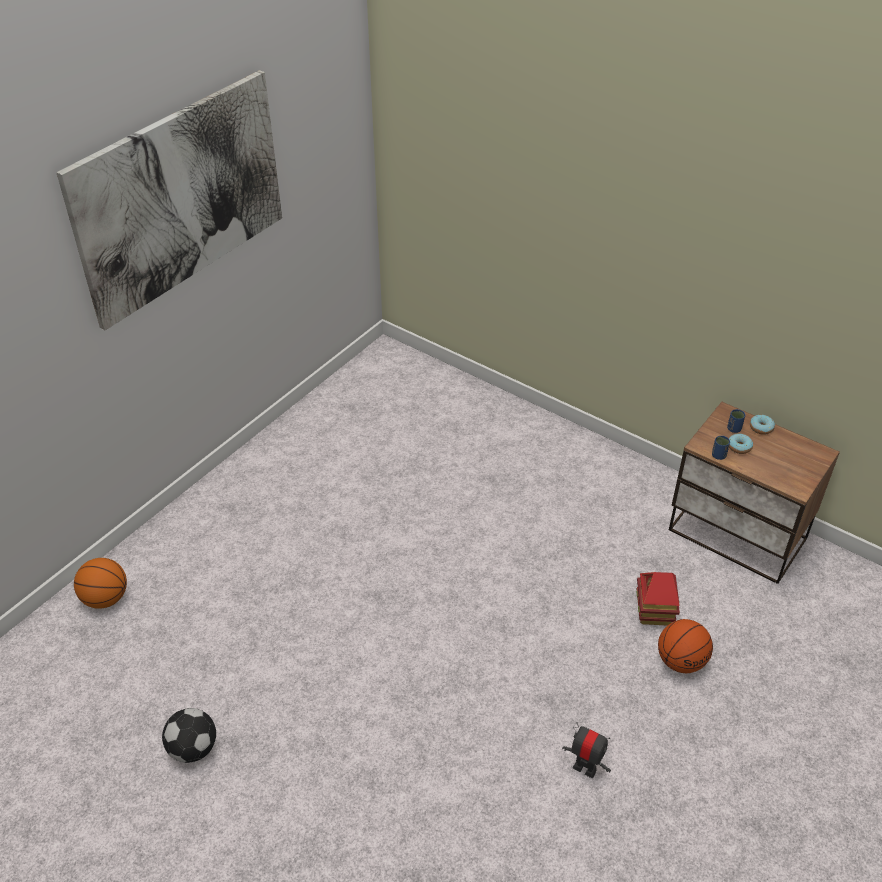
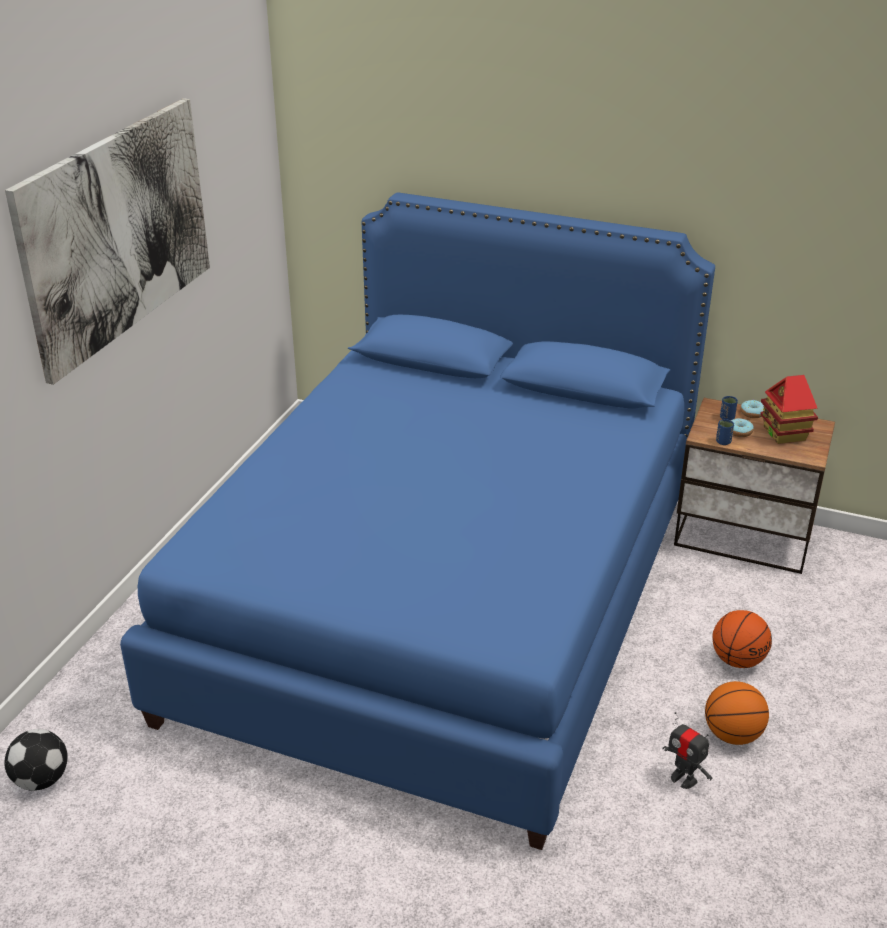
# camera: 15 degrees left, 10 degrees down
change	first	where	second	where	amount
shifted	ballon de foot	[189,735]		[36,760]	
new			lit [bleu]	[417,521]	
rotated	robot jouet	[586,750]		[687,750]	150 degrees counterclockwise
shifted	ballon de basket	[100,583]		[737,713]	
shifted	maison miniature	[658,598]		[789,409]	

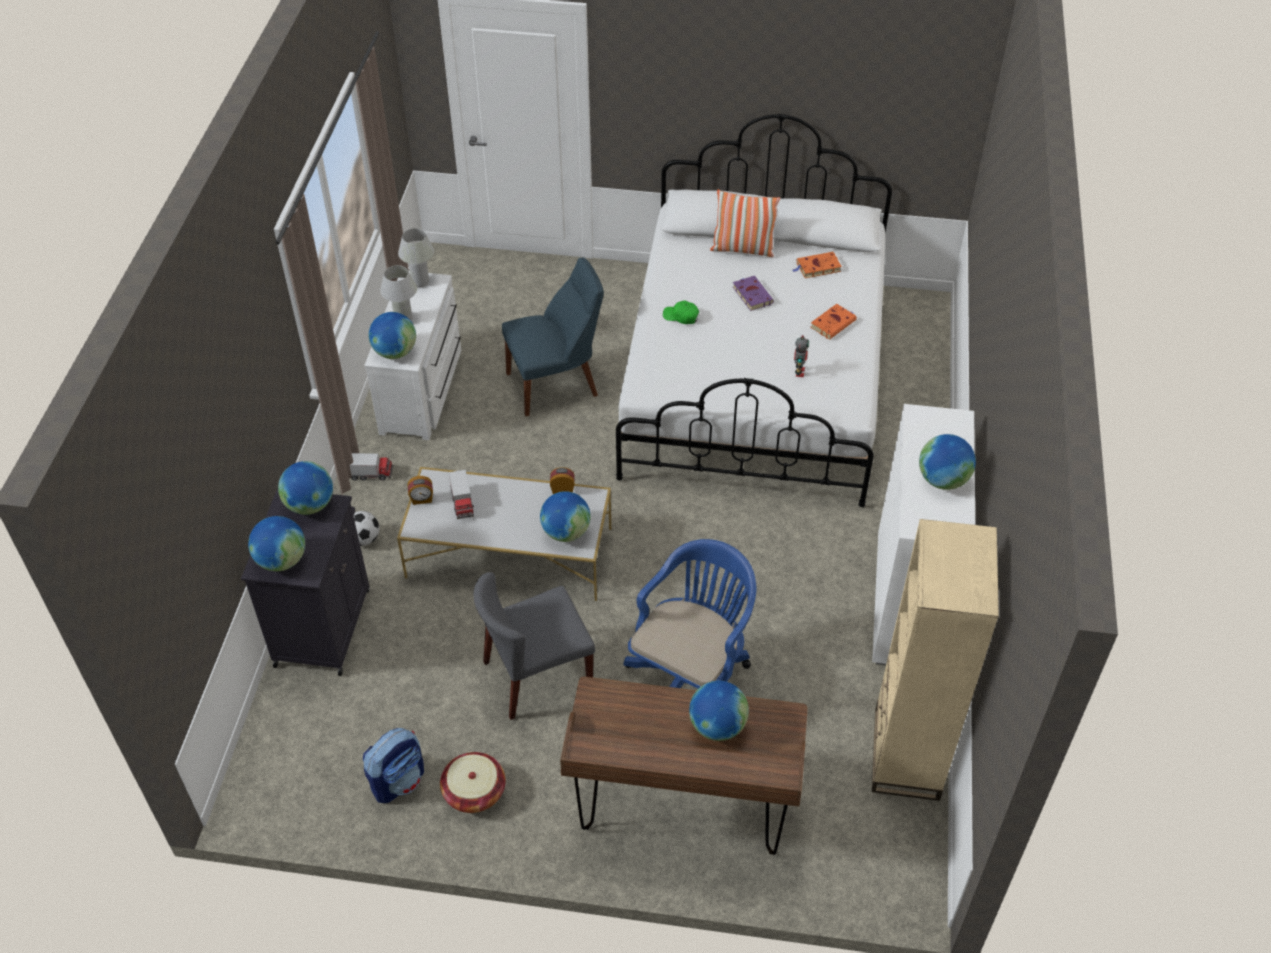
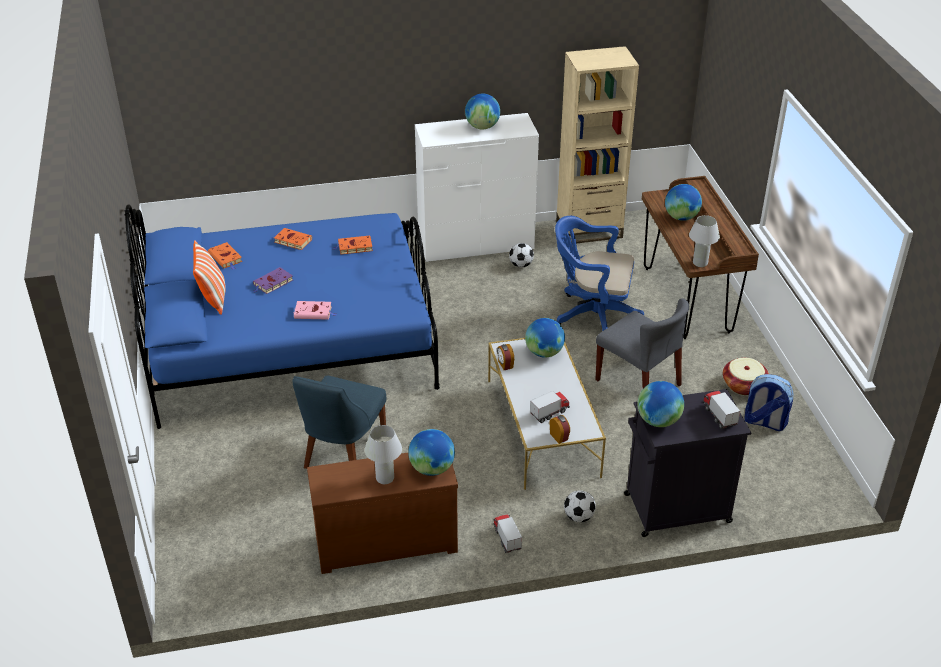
# camera: 110 degrees left, 10 degrees down
change	first	where	second	where	amount
repainted	lit [blanc]	[754,310]	lit [bleu]	[282,317]	
rotated	chaise [bleu]	[553,337]		[339,422]	120 degrees counterclockwise
swapped	casquette [vert]	[681,312]	livre [rose]	[315,310]	
repainted	commode [blanc]	[413,355]	commode [marron]	[382,513]	
swapped	robot jouet	[801,356]	livre [orange]	[353,245]	
new			ballon de foot	[521,255]	
shifted	lampe de table [blanc]	[416,257]		[704,241]	
swapped	globe	[276,543]	camion jouet	[721,410]	

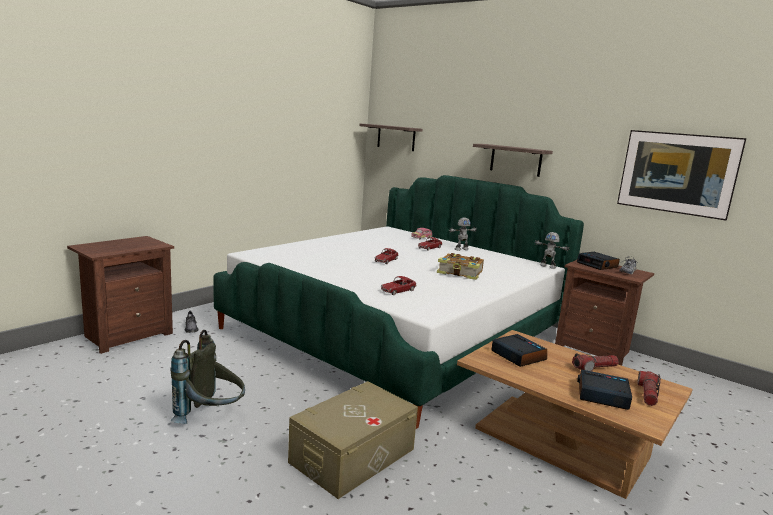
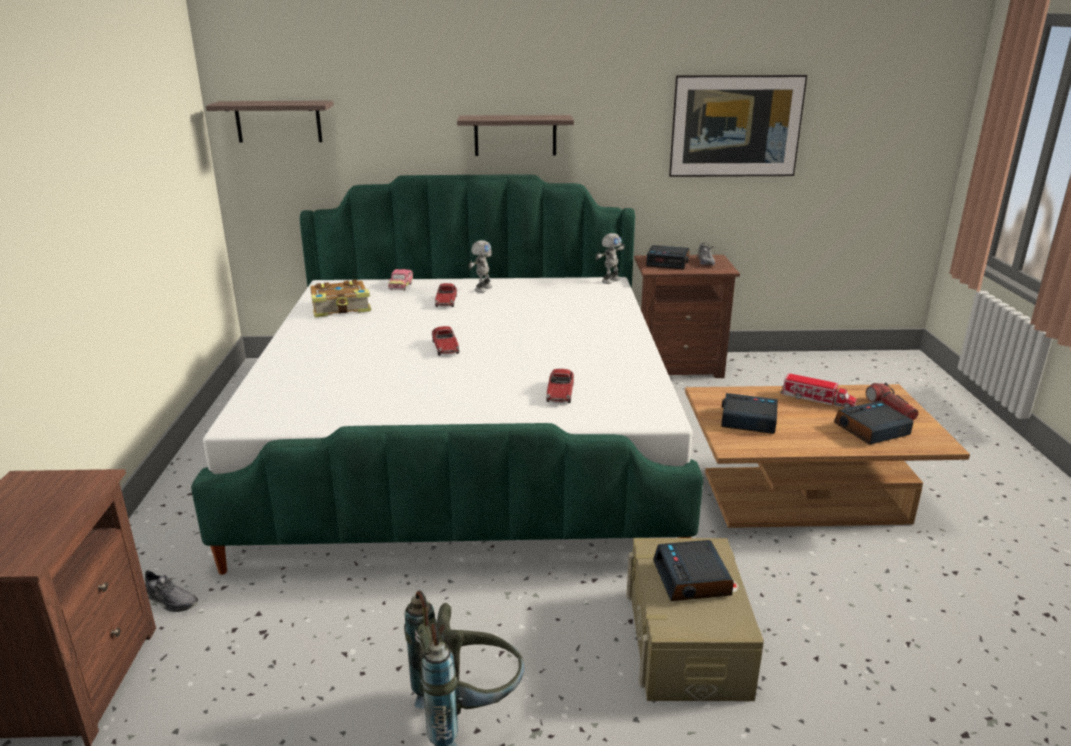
# camera: 40 degrees left, 10 degrees up
change	first	where	second	where	amount
shifted	livre	[460,266]		[340,299]	
rotated	robot jouet	[552,250]		[610,258]	45 degrees counterclockwise
new			réveil	[693,570]	
swapped	lampe de poche	[595,362]	camion jouet	[818,391]	

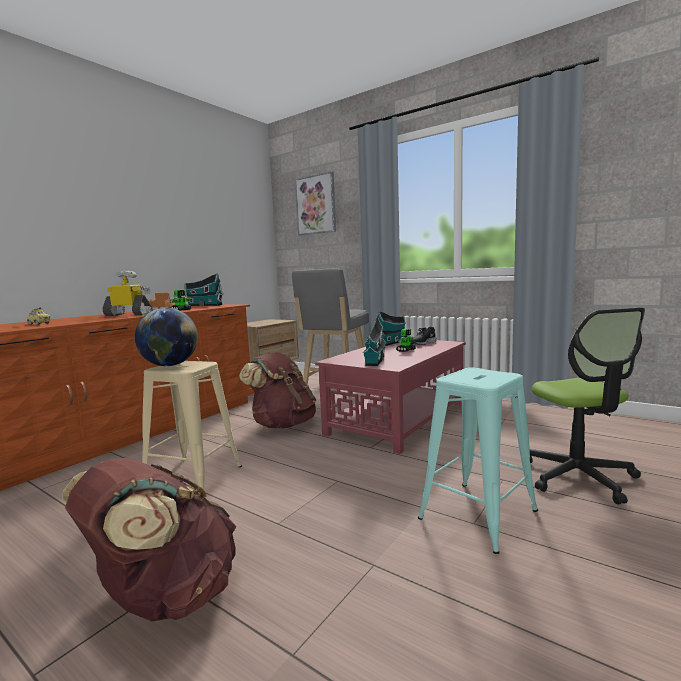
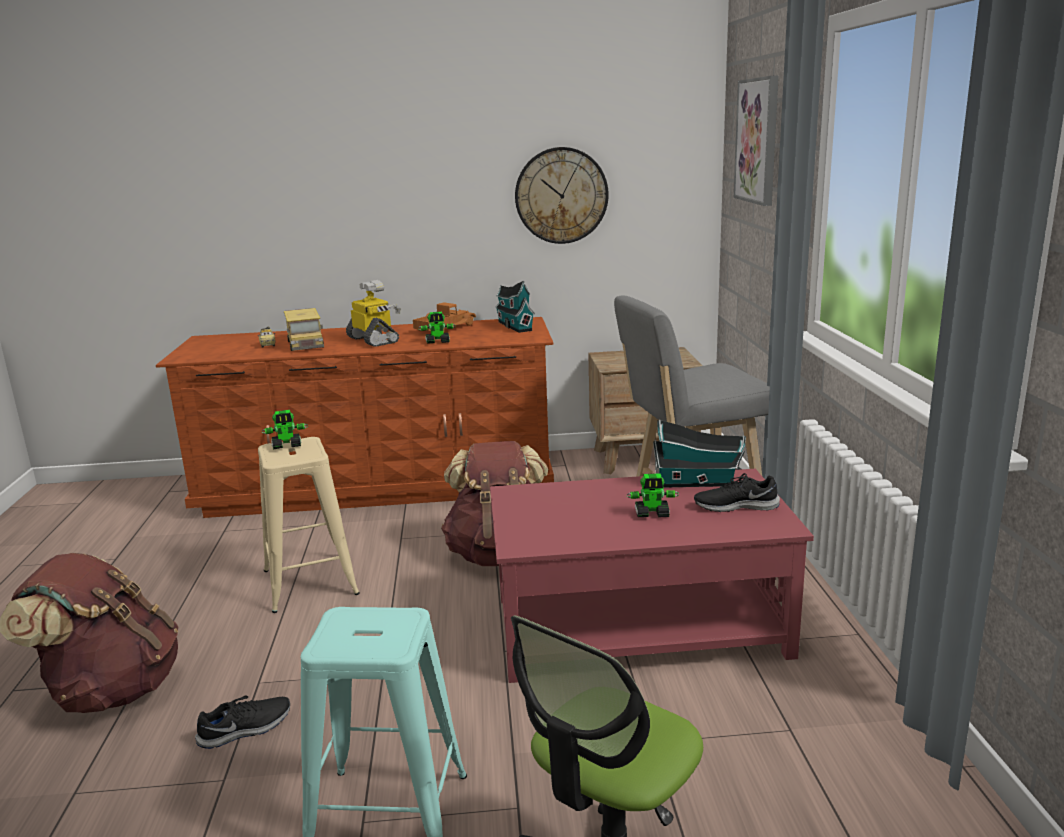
# camera: 50 degrees right, 10 degrees up
change	first	where	second	where	amount
new			chaussure [noir]	[242,722]	
swapped	globe	[166,337]	robot jouet	[285,429]	
new			camion jouet	[304,329]	
new			horloge murale	[562,195]	
gone	maison miniature	[374,341]			

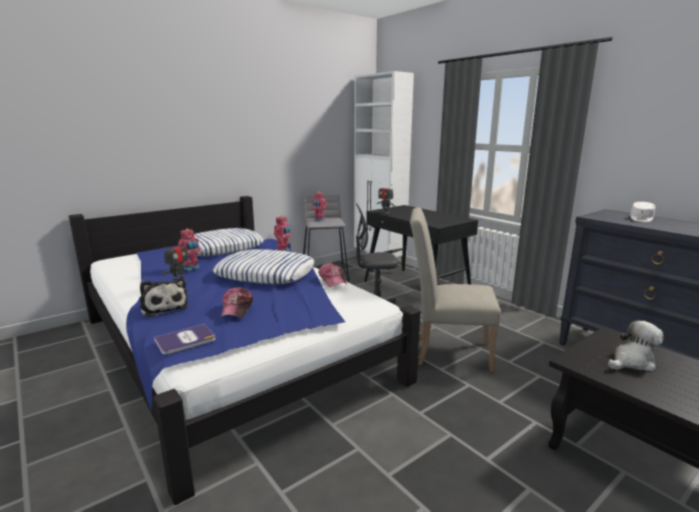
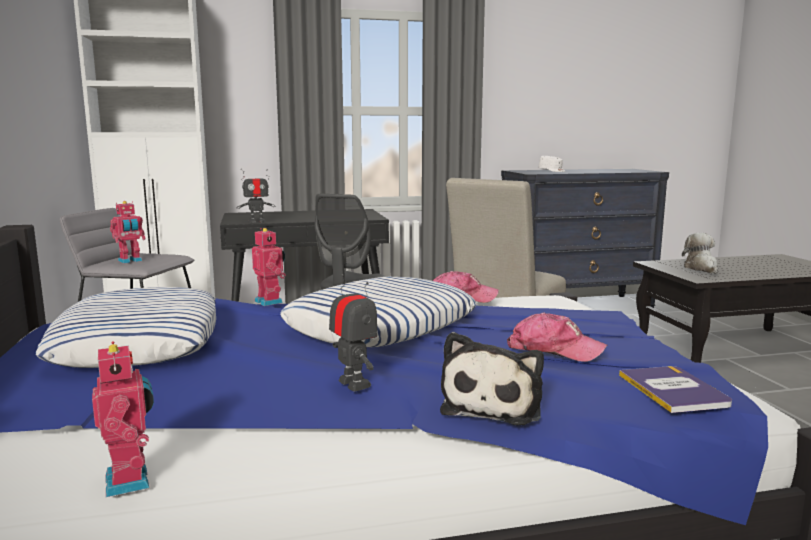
# camera: 65 degrees left, 5 degrees down
change	first	where	second	where	amount
shifted	robot jouet	[190,249]		[123,419]	
rotated	peluche	[164,298]		[492,378]	120 degrees clockwise

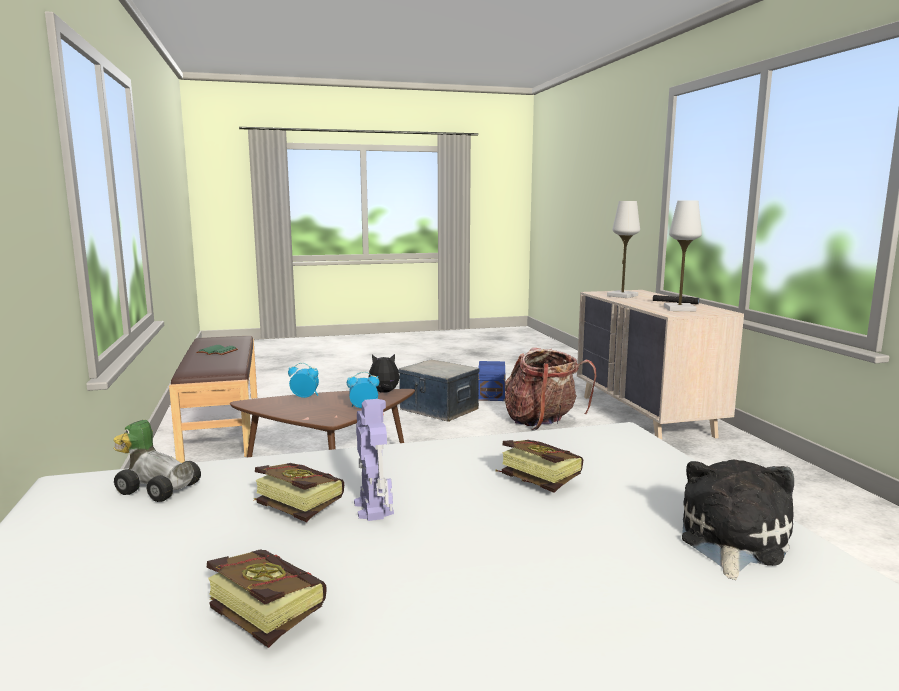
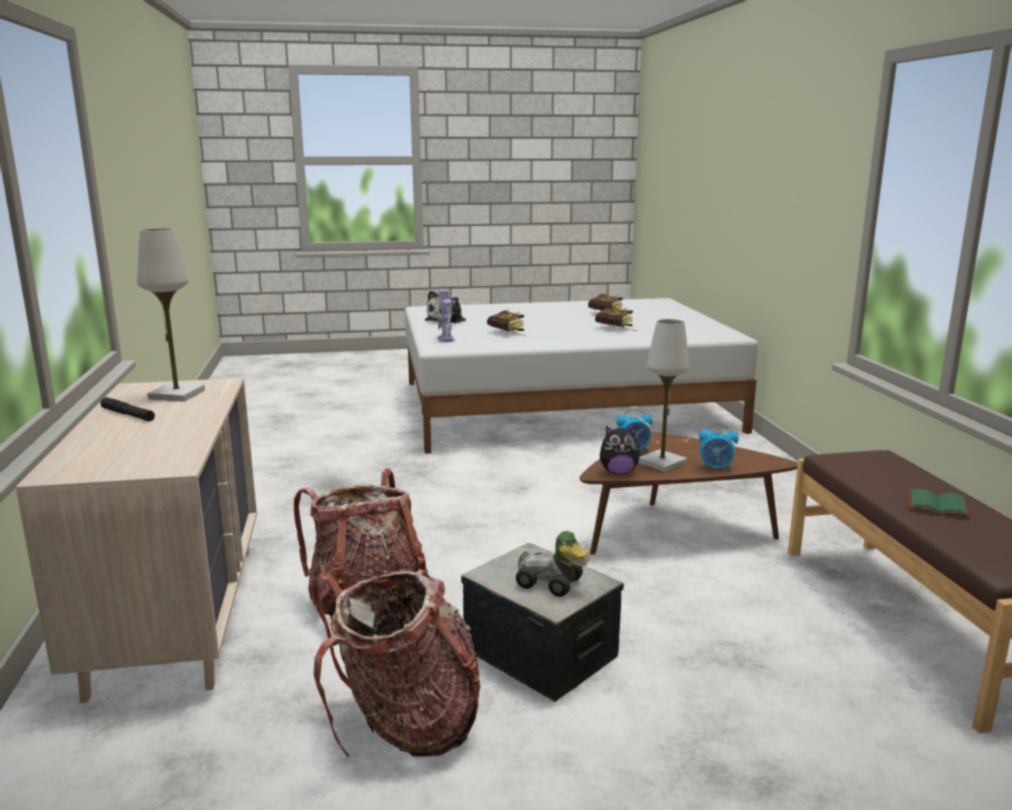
# camera: 175 degrees left, 5 degrees up
change	first	where	second	where	amount
swapped	boîte de rangement [bleu]	[491,381]	sac à dos	[396,663]	
shifted	robot jouet	[374,460]		[446,316]	
shifted	petite voiture	[157,461]		[553,564]	
shifted	lampe de table [blanc]	[623,249]		[664,395]	

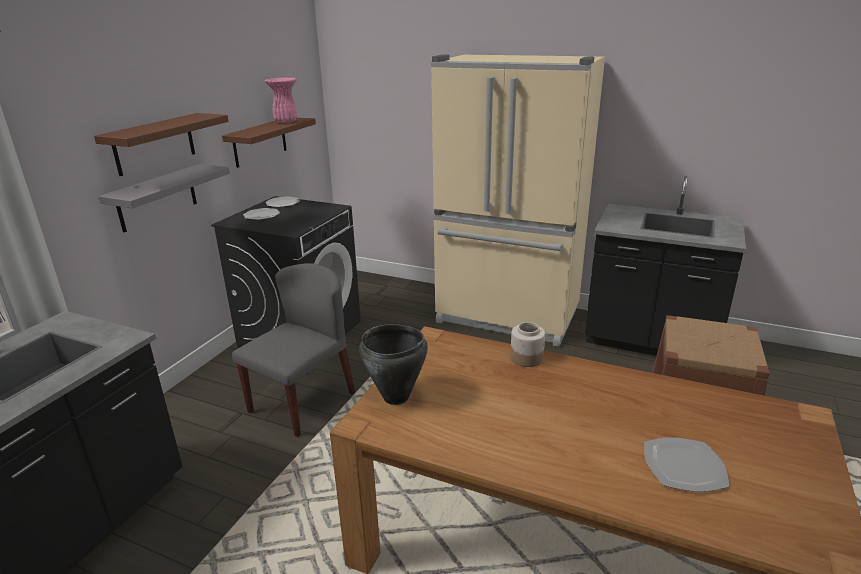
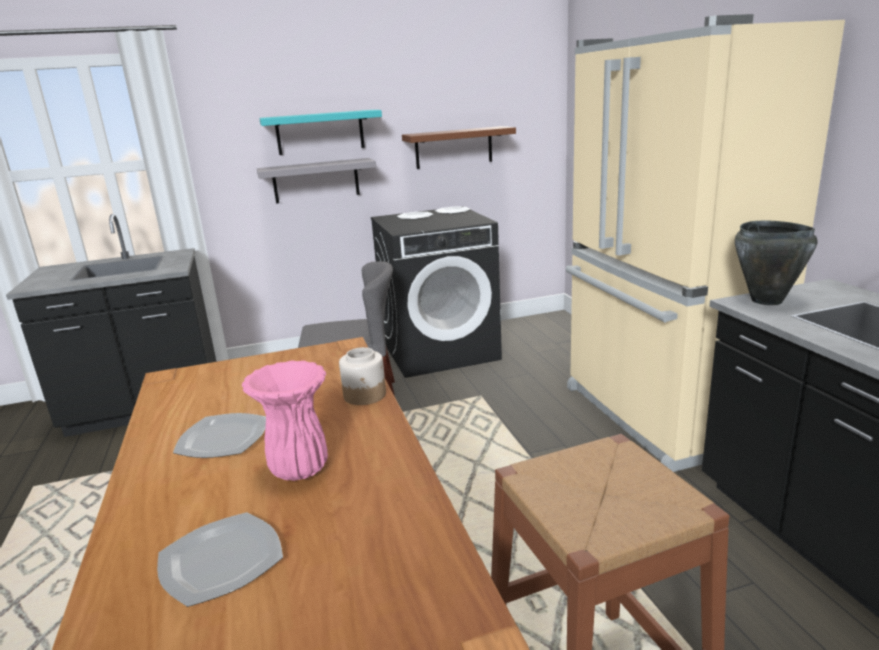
# camera: 50 degrees right, 5 degrees down
change	first	where	second	where	amount
new			assiette	[219,435]	
shifted	vase [rose]	[281,100]		[285,420]	
repainted	étagère [marron]	[161,144]	étagère [turquoise]	[320,132]	
shifted	marmite [noir]	[393,364]		[776,263]	

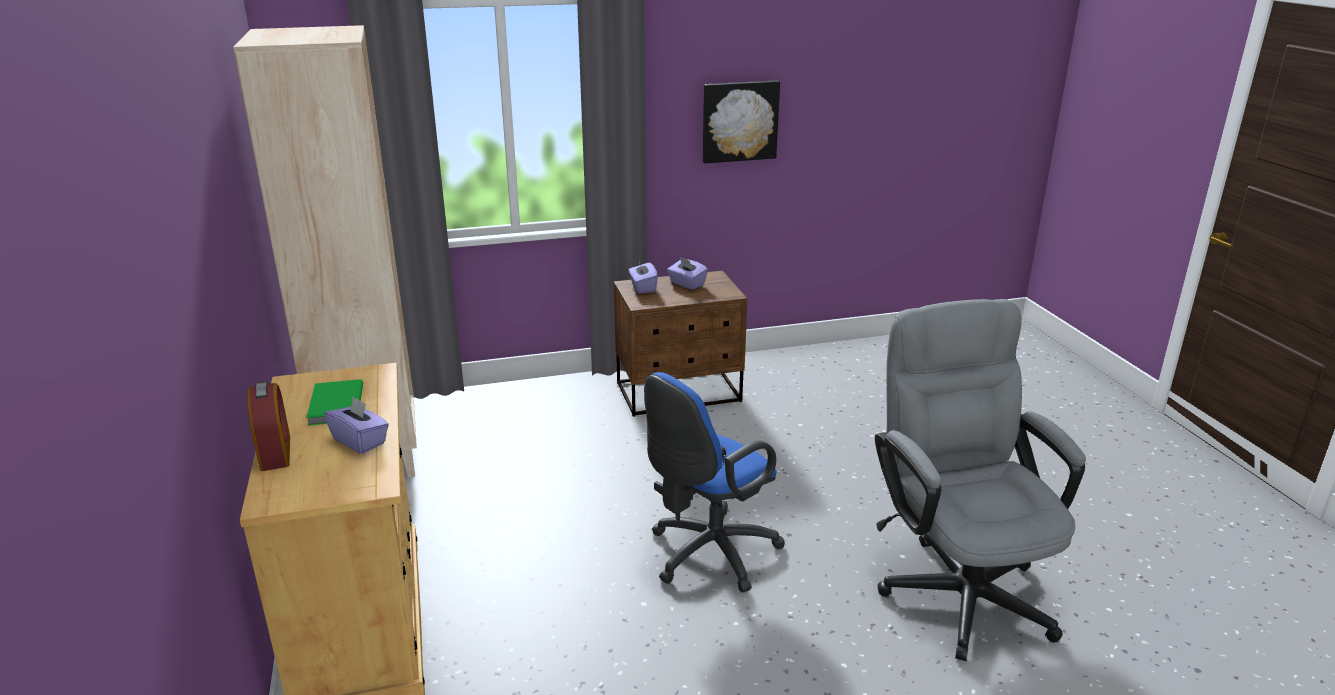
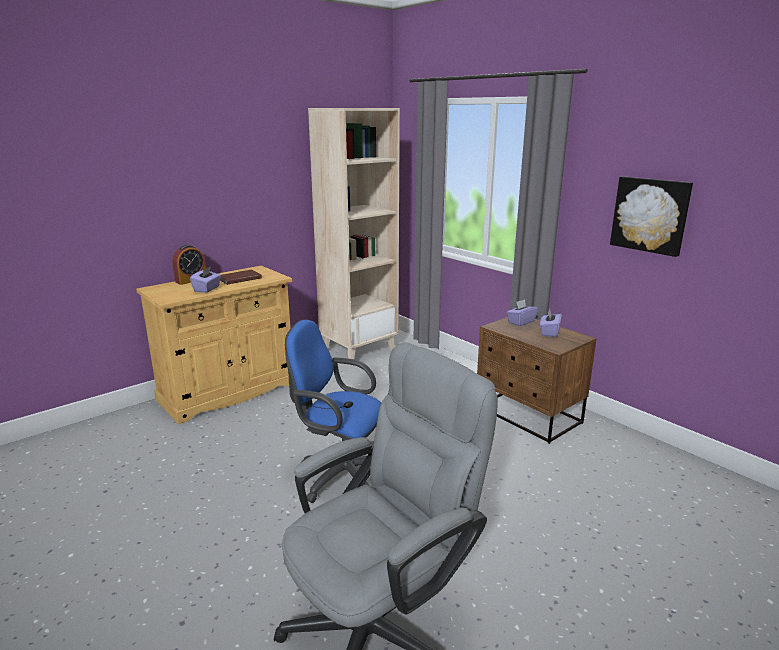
# camera: 65 degrees right, 5 degrees down
change	first	where	second	where	amount
repainted	livre [vert]	[334,402]	livre [marron]	[241,277]	

